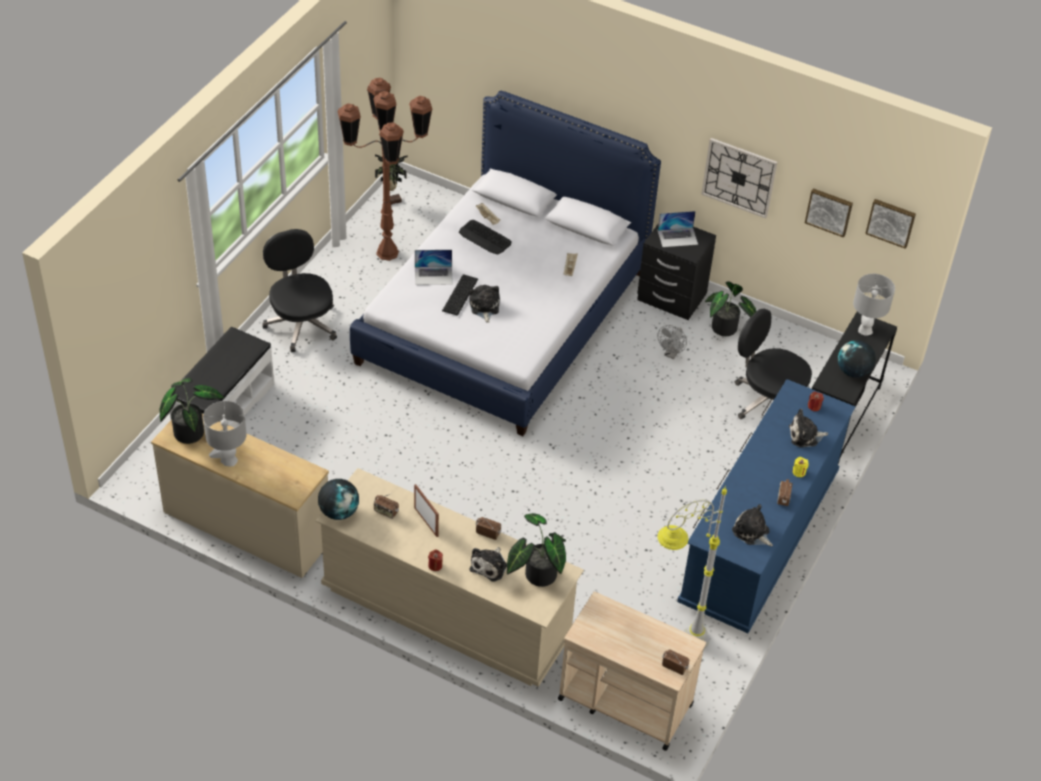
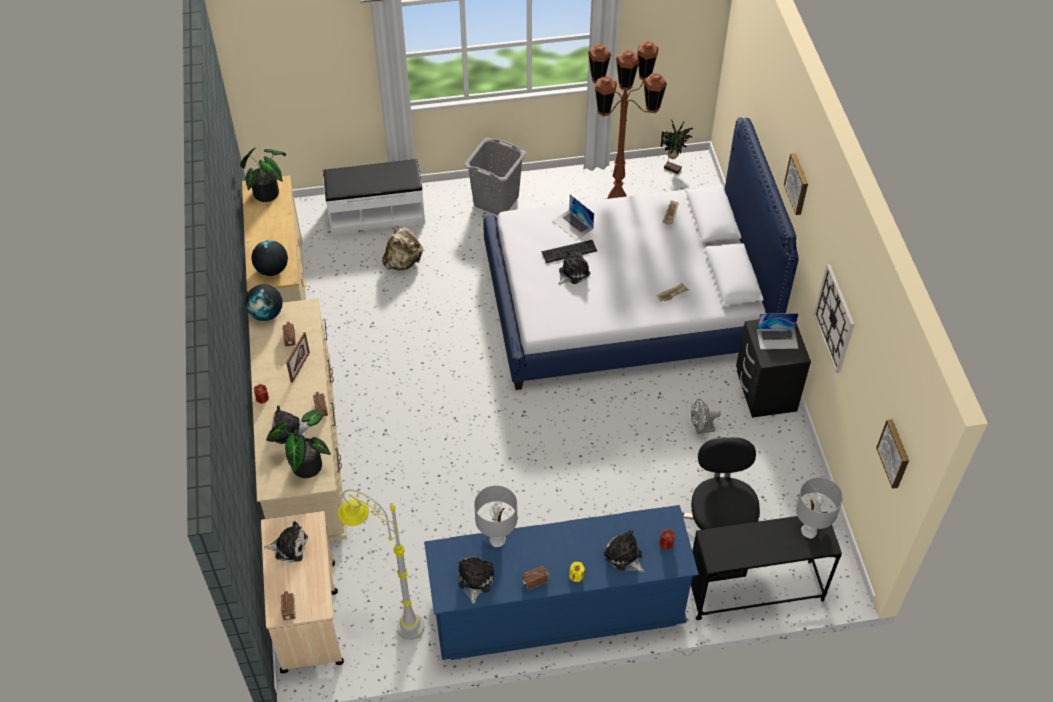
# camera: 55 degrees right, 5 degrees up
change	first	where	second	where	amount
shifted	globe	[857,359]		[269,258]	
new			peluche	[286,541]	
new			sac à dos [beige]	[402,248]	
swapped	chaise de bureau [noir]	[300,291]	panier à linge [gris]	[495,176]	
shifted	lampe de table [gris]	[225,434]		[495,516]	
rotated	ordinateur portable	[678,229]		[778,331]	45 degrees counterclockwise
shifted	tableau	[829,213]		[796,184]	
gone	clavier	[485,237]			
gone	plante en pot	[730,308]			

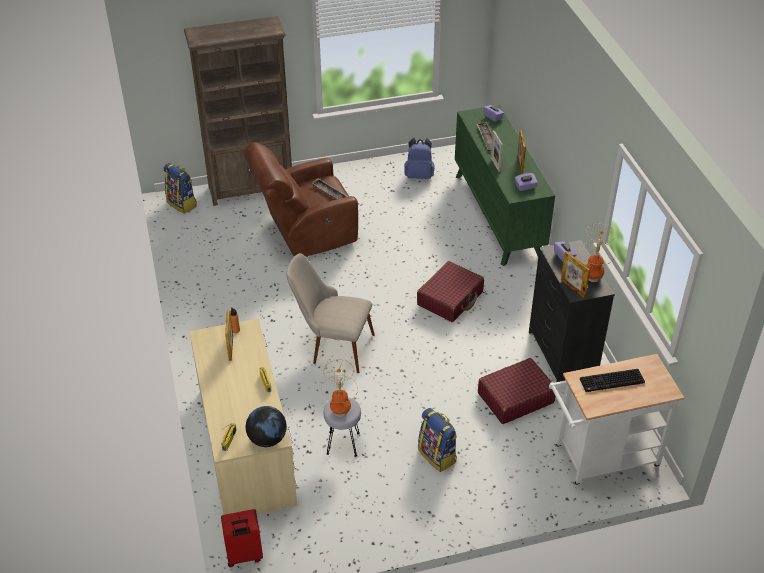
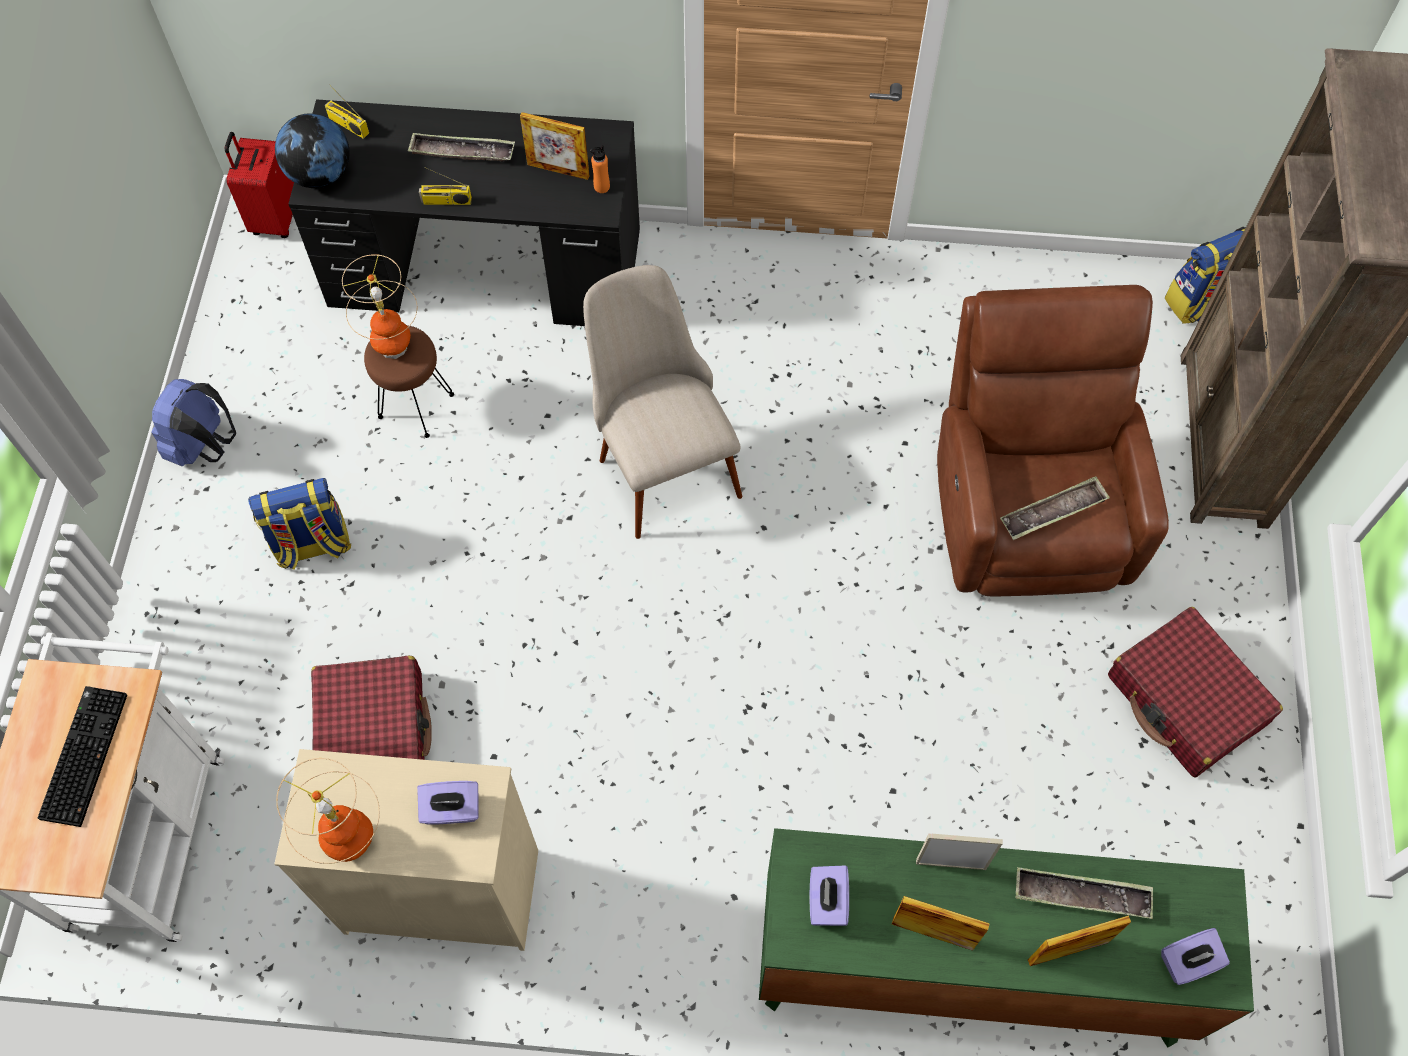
# camera: 110 degrees right, 20 degrees up
change	first	where	second	where	amount
shifted	sac à dos [bleu]	[419,158]		[193,422]	
repainted	commode [noir]	[572,311]	commode [beige]	[406,850]	
repainted	bureau [beige]	[243,416]	bureau [noir]	[464,212]	
repainted	tabouret [gris]	[342,427]	tabouret [marron]	[409,381]	
new			plateau	[461,147]	
rotated	chaise [beige]	[330,313]		[662,402]	60 degrees counterclockwise
shifted	cadre photo	[575,274]		[1079,940]	
shifted	valise [rouge]	[450,291]		[1195,692]	

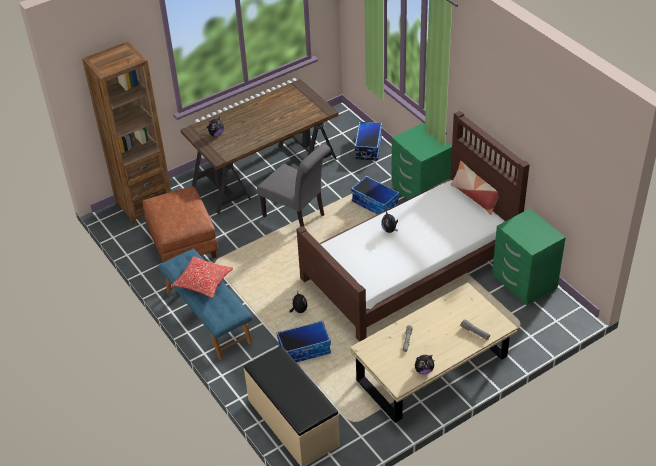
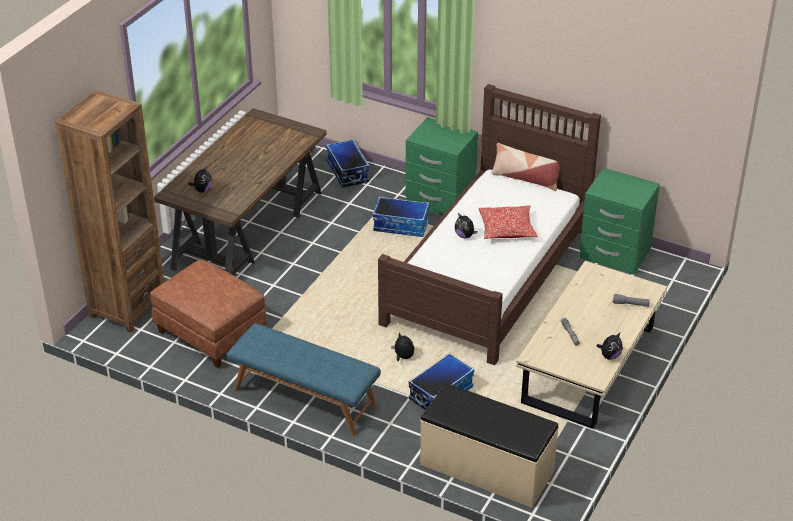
# camera: 30 degrees left, 5 degrees down
change	first	where	second	where	amount
shifted	coussin	[202,277]		[508,222]	
gone	chaise [gris]	[293,186]			

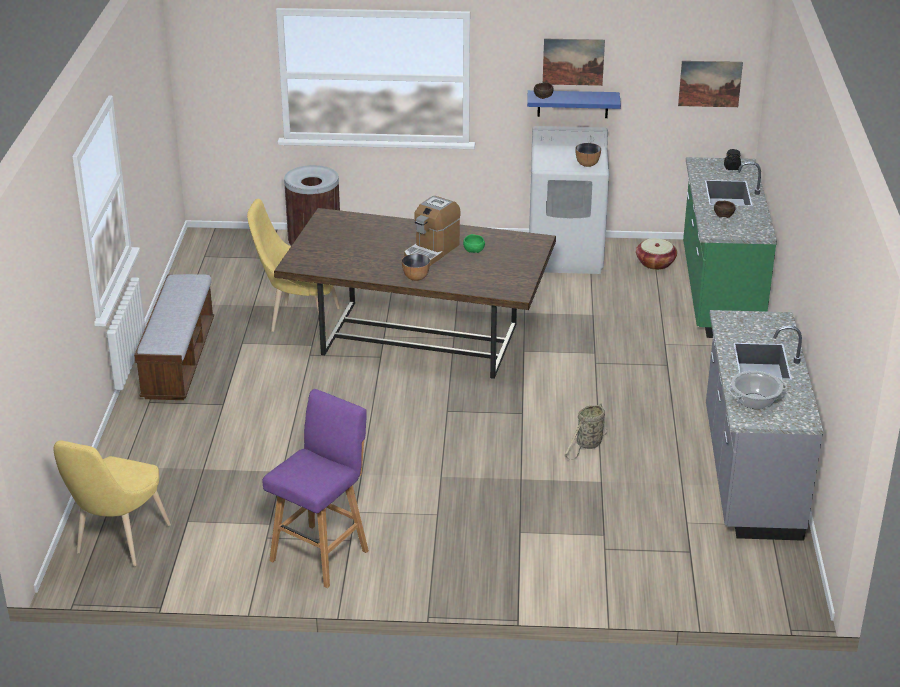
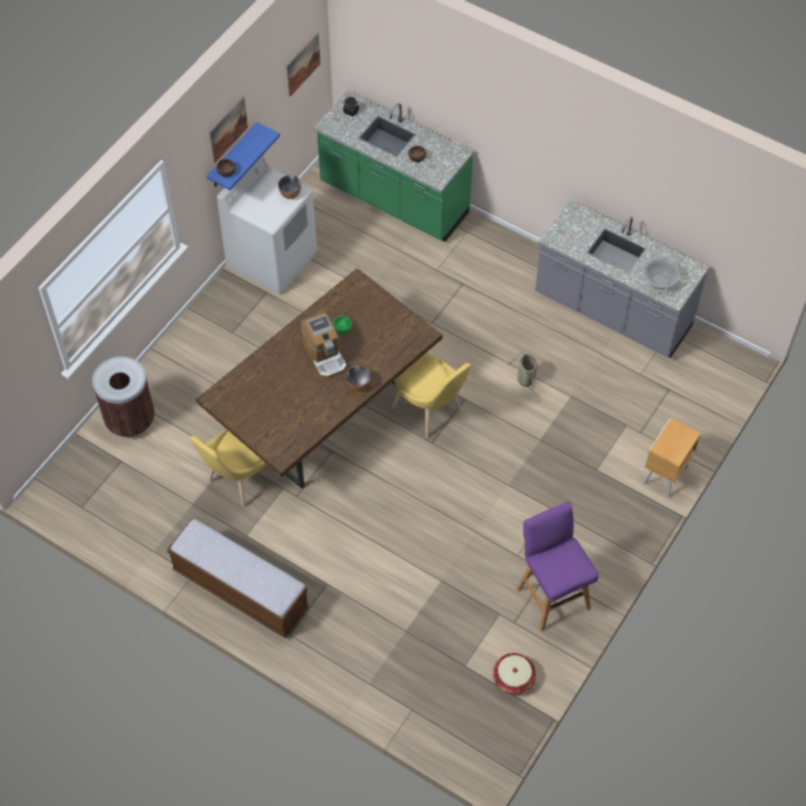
# camera: 60 degrees left, 25 degrees up
change	first	where	second	where	amount
shifted	chaise [jaune]	[112,503]		[431,396]	
shifted	panier	[656,254]		[514,674]	
new			table de chevet [marron]	[672,458]	

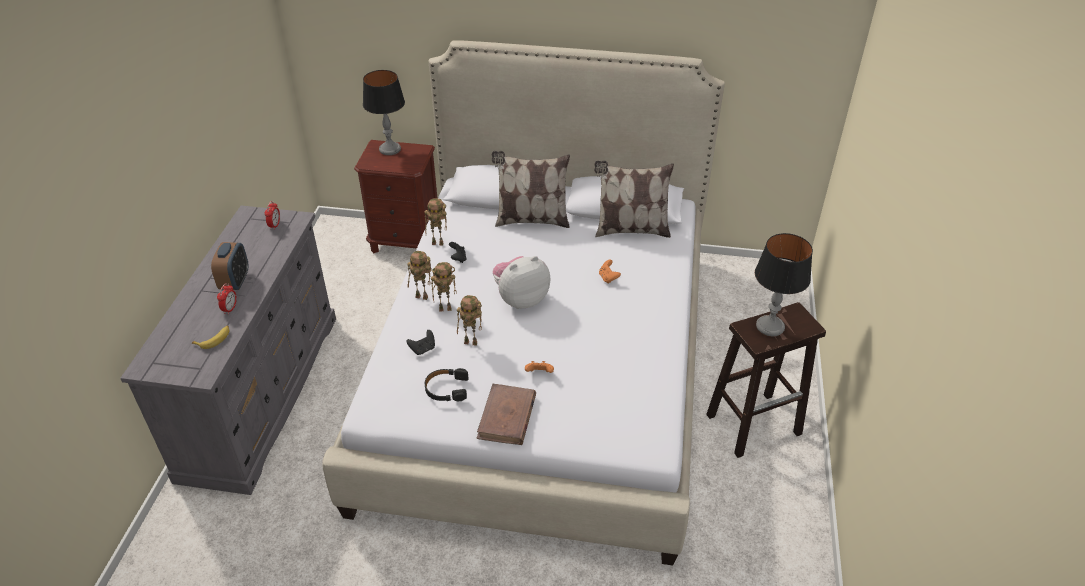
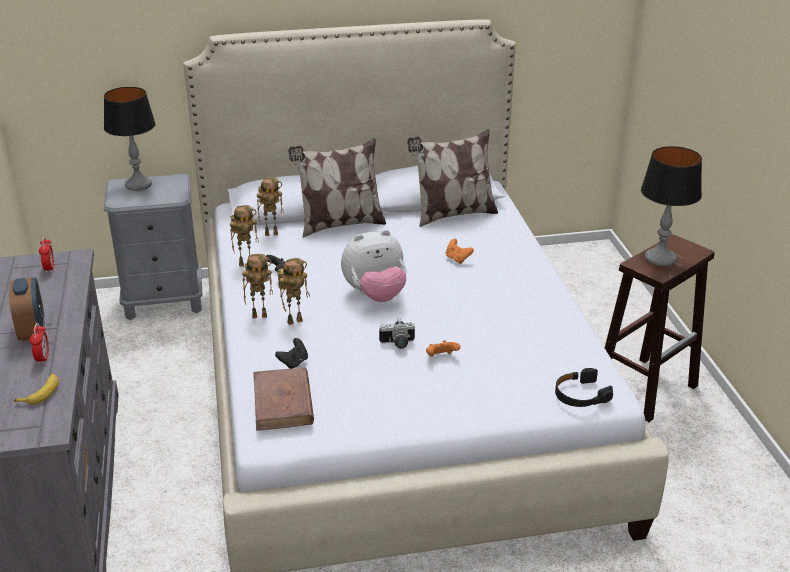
# camera: 20 degrees left, 10 degrees down
change	first	where	second	where	amount
repainted	table de chevet [marron]	[396,196]	table de chevet [gris]	[153,247]	
shifted	livre [marron]	[506,414]		[283,399]	
shifted	robot jouet	[469,320]		[270,206]	
rotated	peluche	[521,282]		[374,266]	150 degrees counterclockwise
new			appareil photo	[397,334]	
shifted	casque audio [noir]	[447,384]		[584,387]	

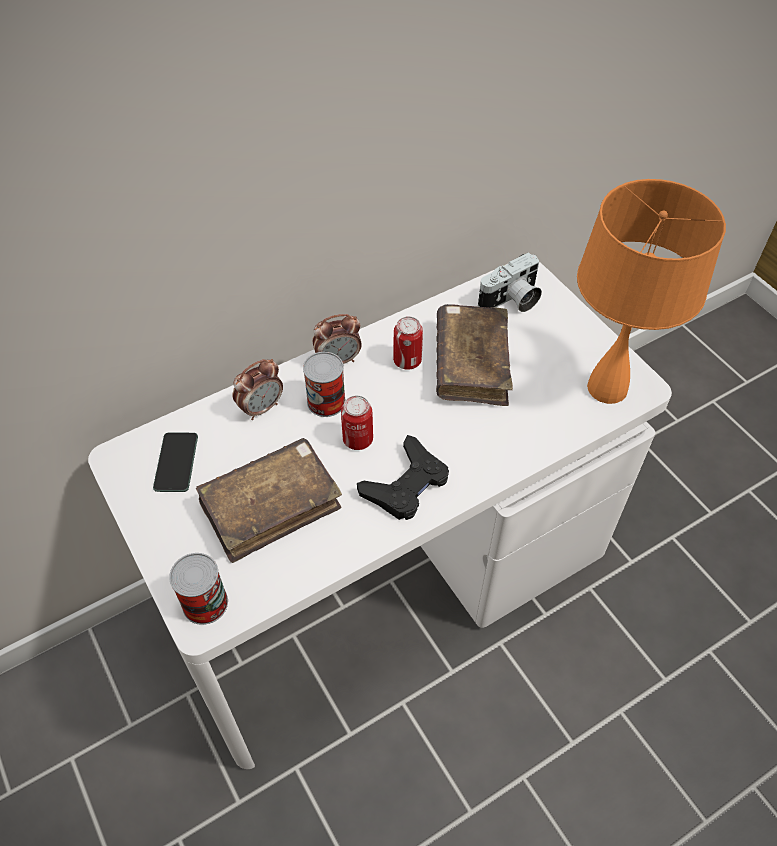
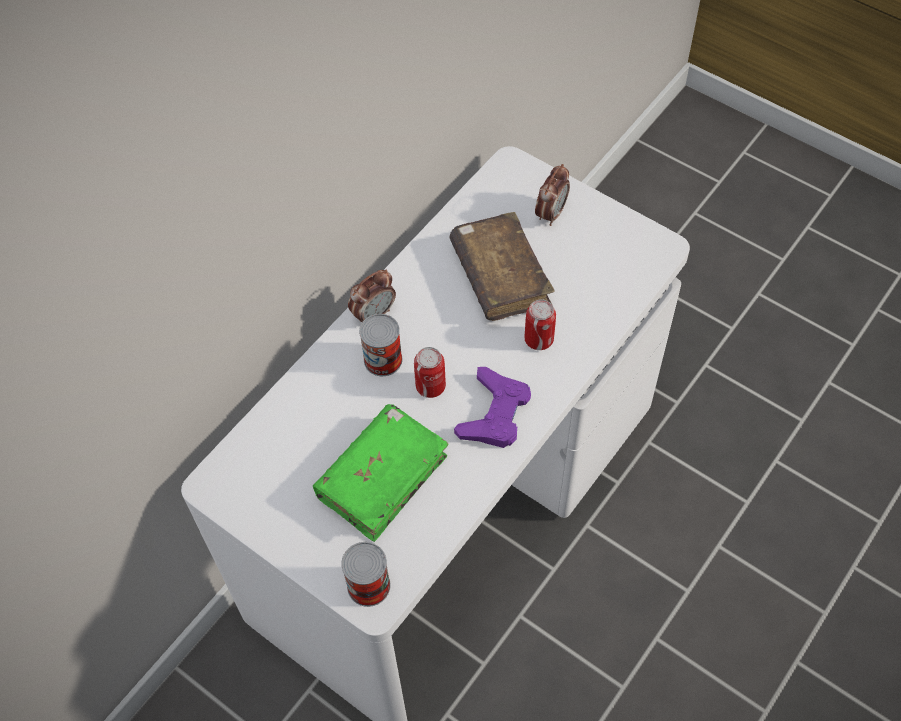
# camera: 20 degrees left, 5 degrees up
change	first	where	second	where	amount
repainted	livre [marron]	[269,500]	livre [vert]	[381,473]	
repainted	manette [noir]	[403,477]	manette [violet]	[492,407]	
shifted	boîte métallique	[408,343]		[540,324]	
shifted	réveil	[258,389]		[552,195]	
gone	téléphone	[175,462]			
gone	appareil photo	[510,282]			
gone	lampe de table [orange]	[651,291]			

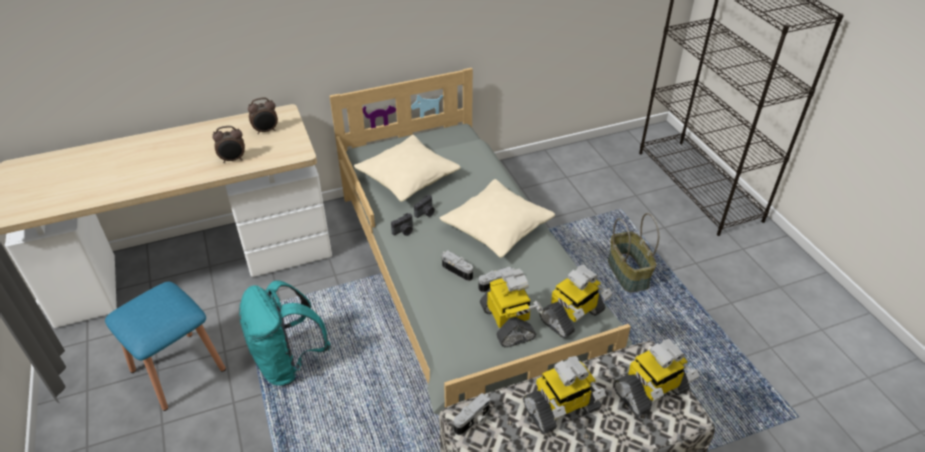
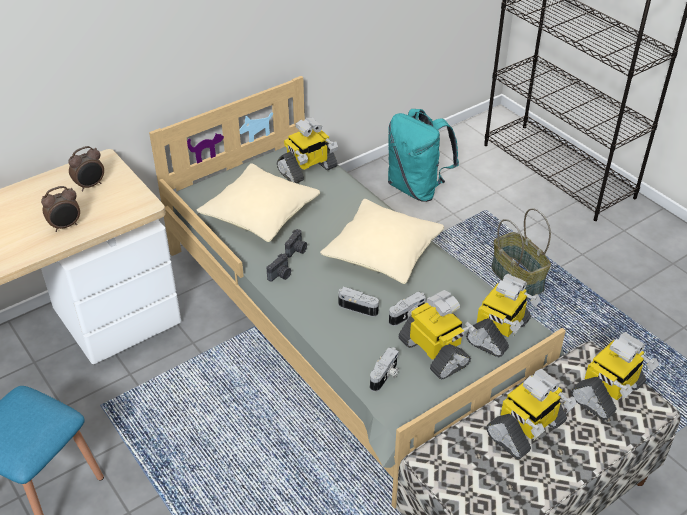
# camera: 15 degrees left, 0 degrees up
change	first	where	second	where	amount
new			robot jouet	[307,150]	
shifted	appareil photo	[472,414]		[384,369]	
shifted	sac à dos [turquoise]	[284,333]		[423,155]	

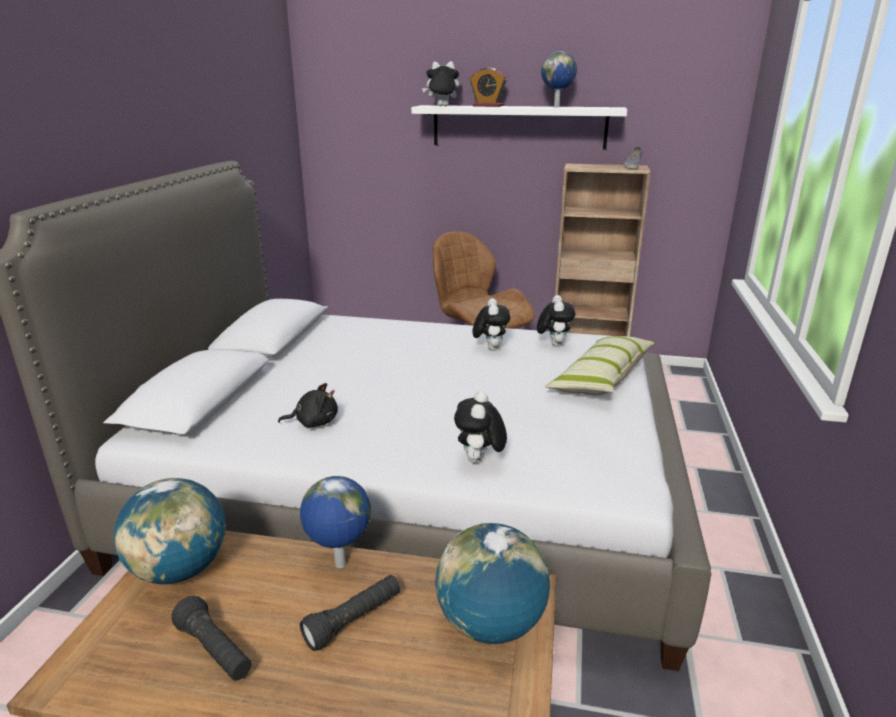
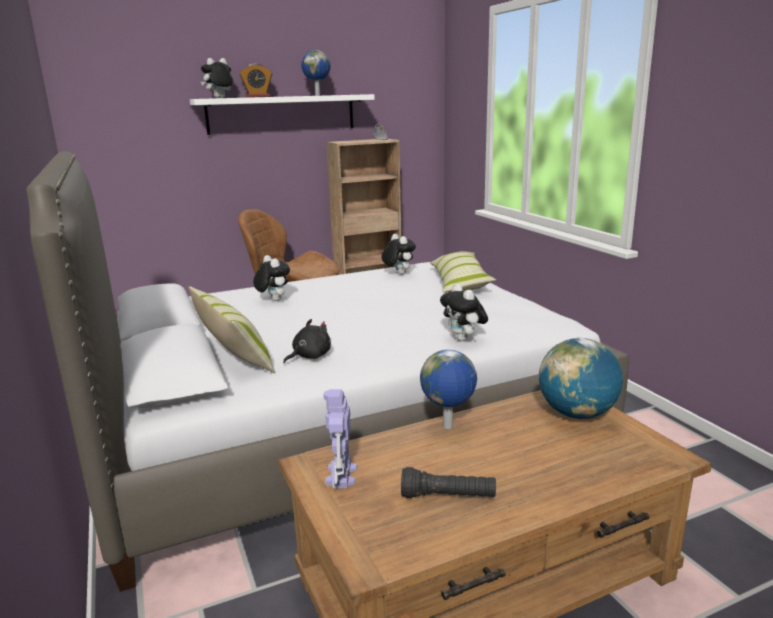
# camera: 35 degrees left, 5 degrees down
change	first	where	second	where	amount
new			coussin	[231,329]	
shifted	peluche	[491,324]		[271,278]	
swapped	globe	[170,531]	robot jouet	[340,438]	
gone	lampe de poche [noir]	[350,613]			

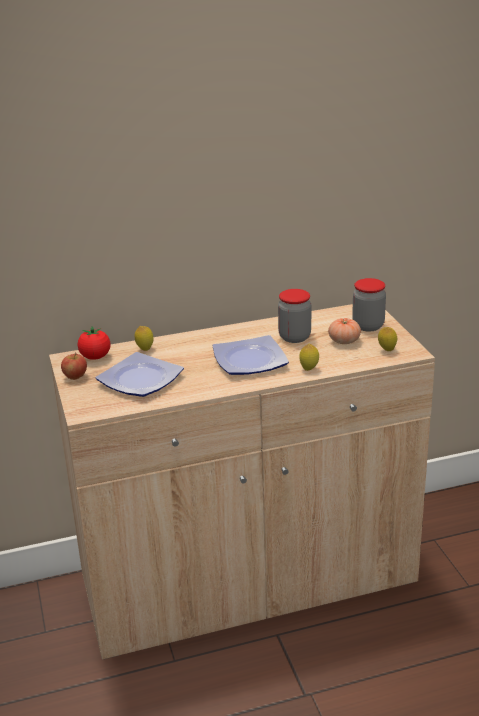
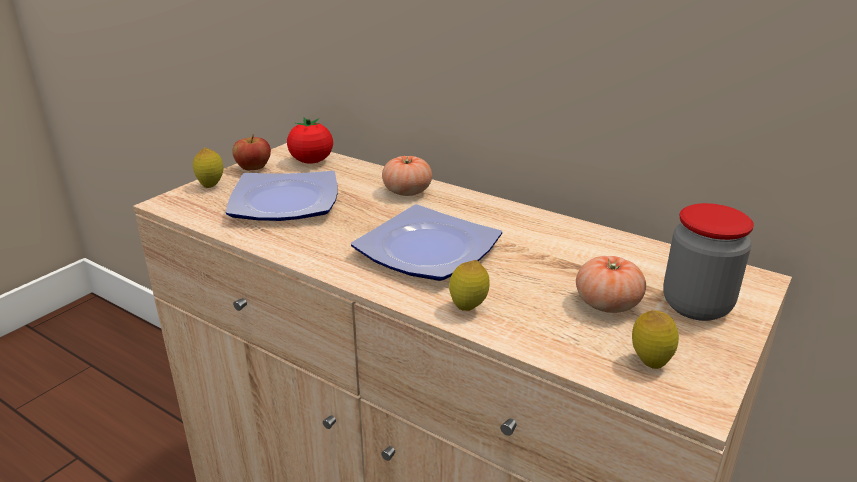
# camera: 50 degrees right, 0 degrees up
change	first	where	second	where	amount
shifted	citron	[144,338]		[208,168]	
new			tomate	[407,176]	
gone	bocal	[294,316]			

